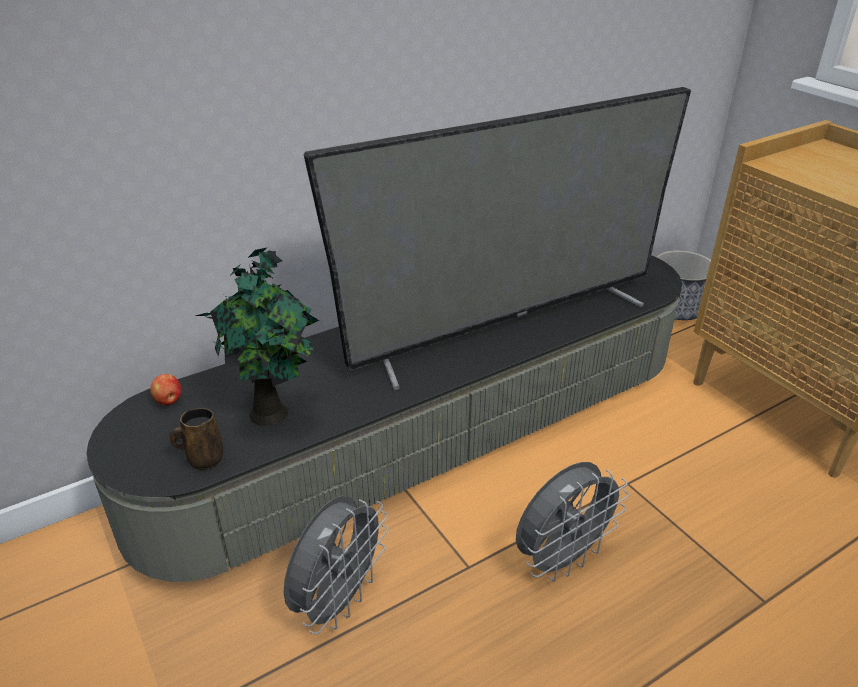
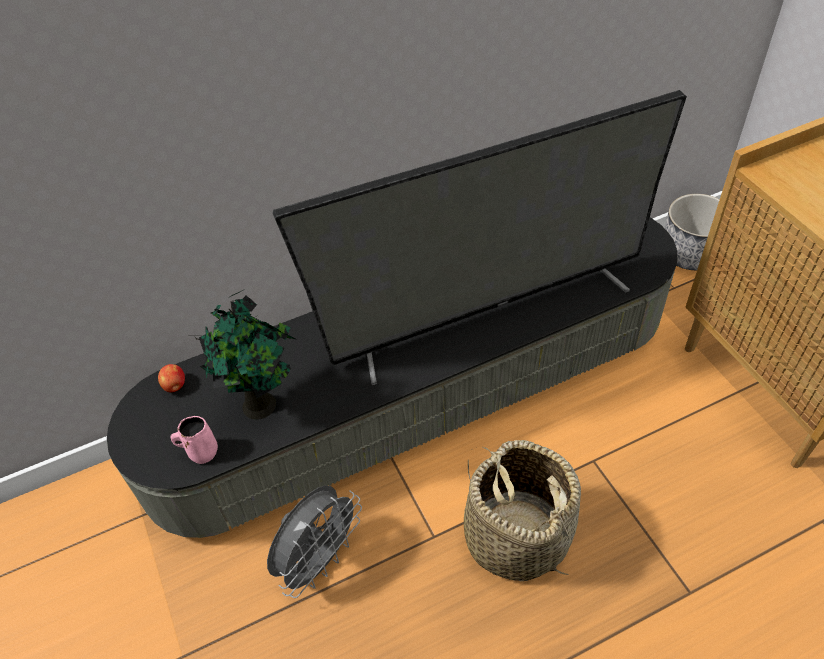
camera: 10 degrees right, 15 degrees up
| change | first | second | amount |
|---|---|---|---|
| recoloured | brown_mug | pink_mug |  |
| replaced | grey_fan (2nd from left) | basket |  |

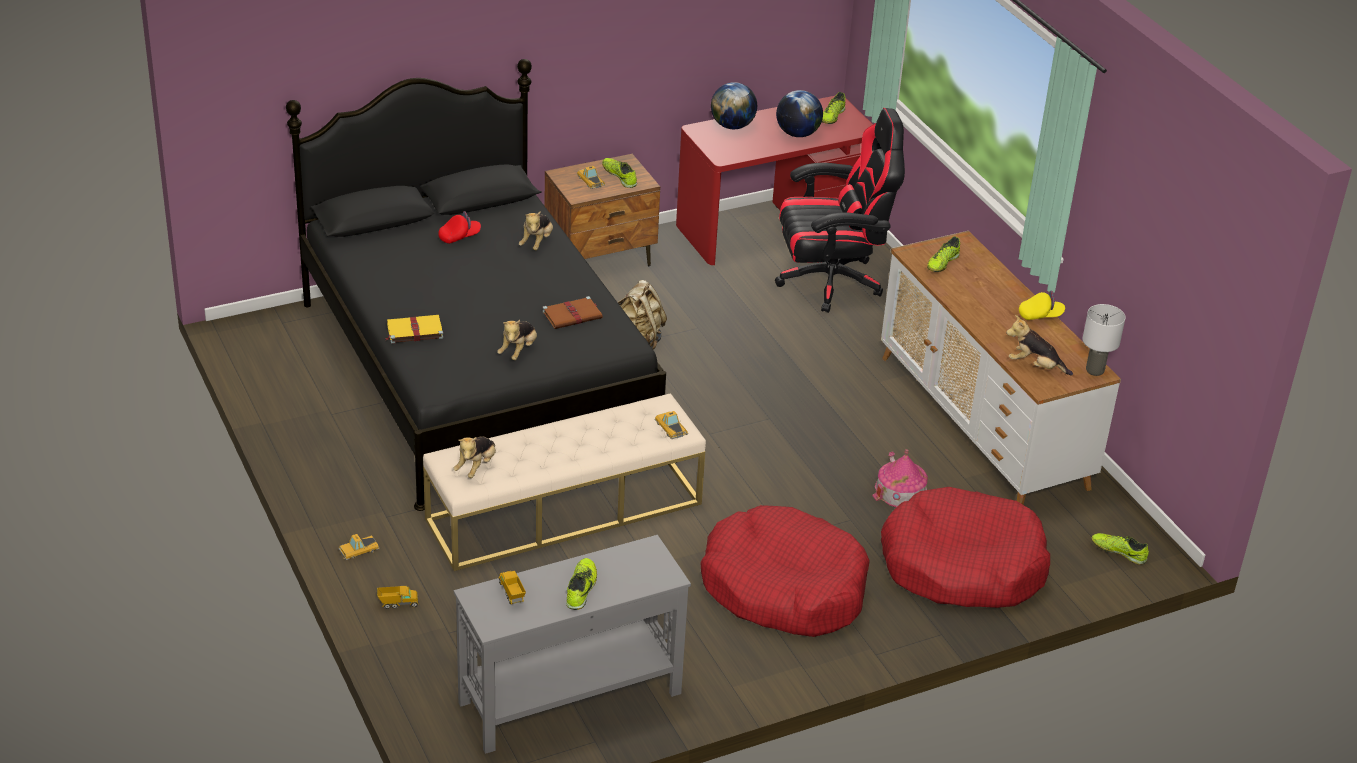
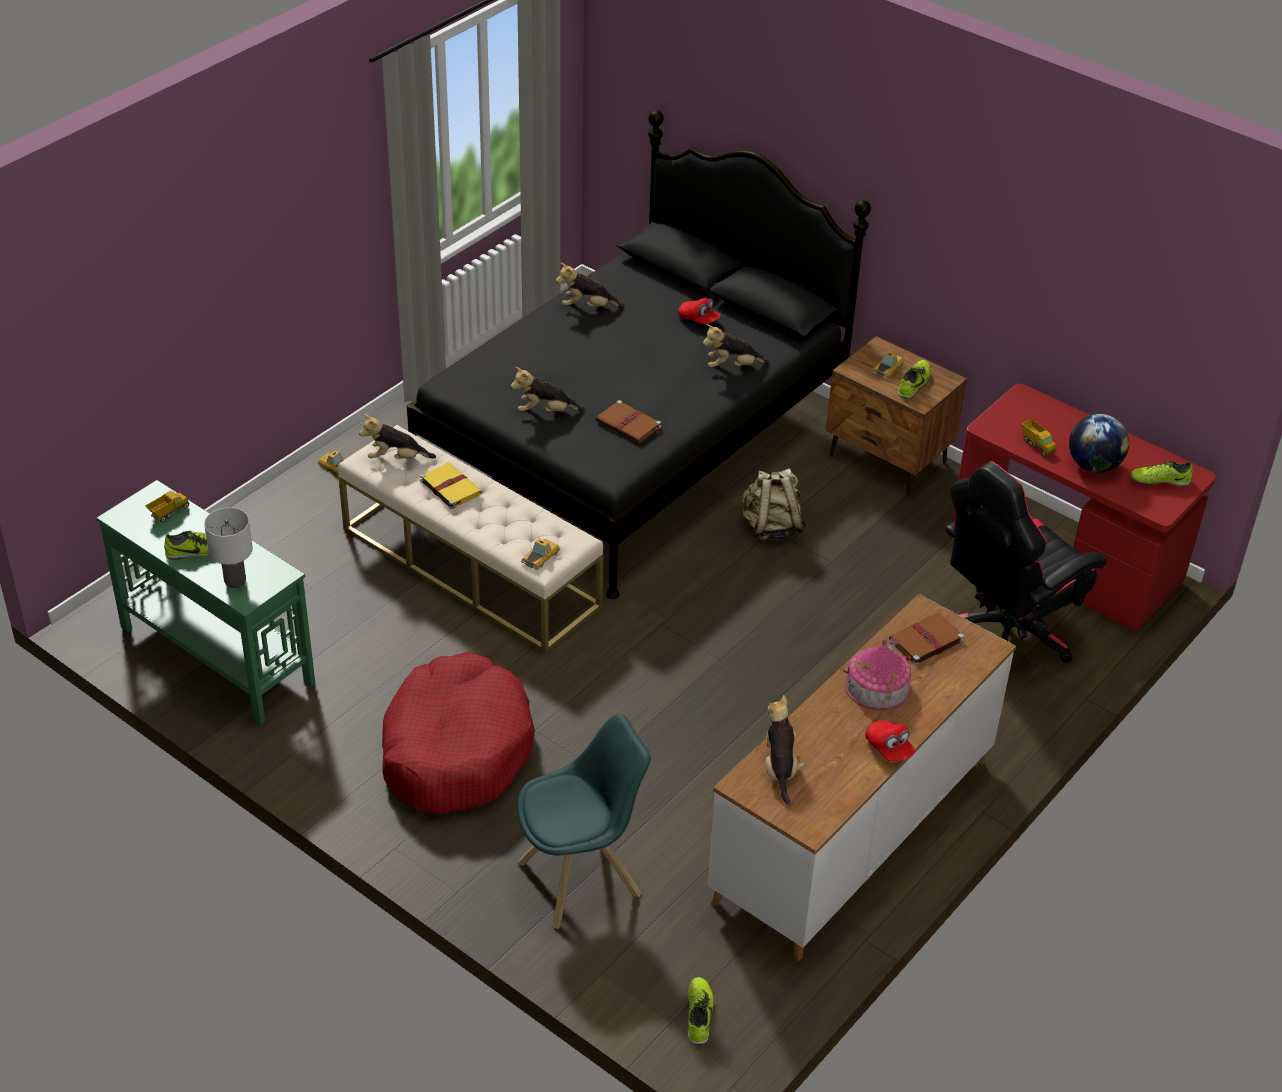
camera: 65 degrees right, 5 degrees up
| change | first | second | amount |
|---|---|---|---|
| recoloured | grey_console_table | green_console_table |  |
| moved | white_table_lamp |  |  |
| moved | yellow_book |  |  |
| replaced | red_dog_bed (2nd from left) | turquoise_chair |  |
| added |  | plush_toy (3rd from left) |  |
| moved | toy_house |  |  |
| recoloured | yellow_cap | red_cap (2nd from left) |  |
| replaced | shoe (4th from left) | brown_book (2nd from left) |  |
| turned | black_office_chair |  | 90 degrees clockwise |
| moved | toy_truck (1st from left in the first image) | toy_truck (2nd from left) |  |
| removed | globe (1st from left) |  |  |

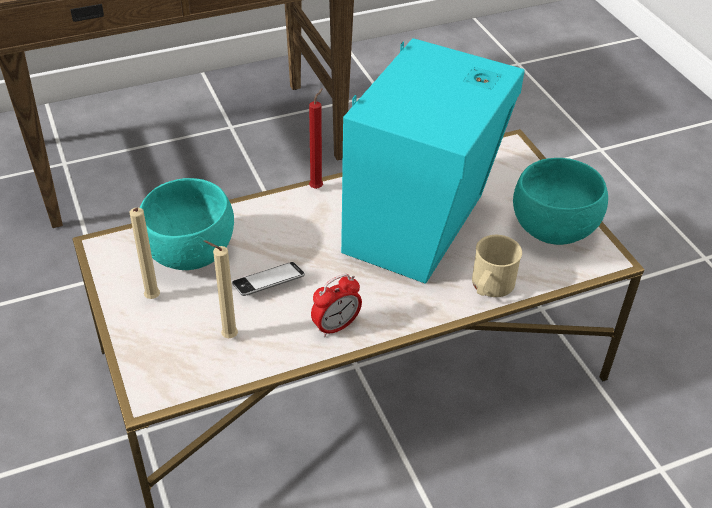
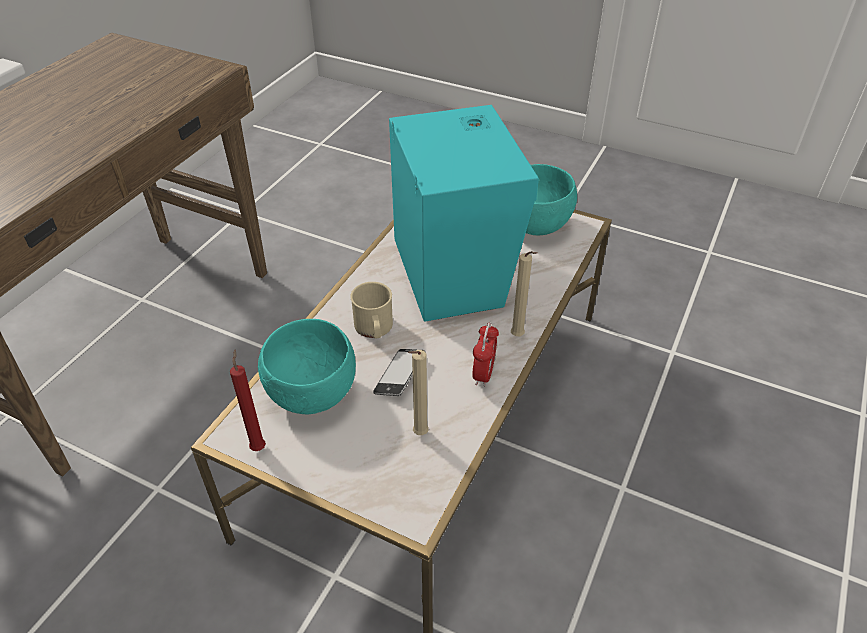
camera: 40 degrees left, 0 degrees up
| change | first | second | amount |
|---|---|---|---|
| moved | red_candle |  |  |
| moved | beige_mug |  |  |
| moved | beige_candle (1st from left in the first image) | beige_candle (2nd from left) |  |

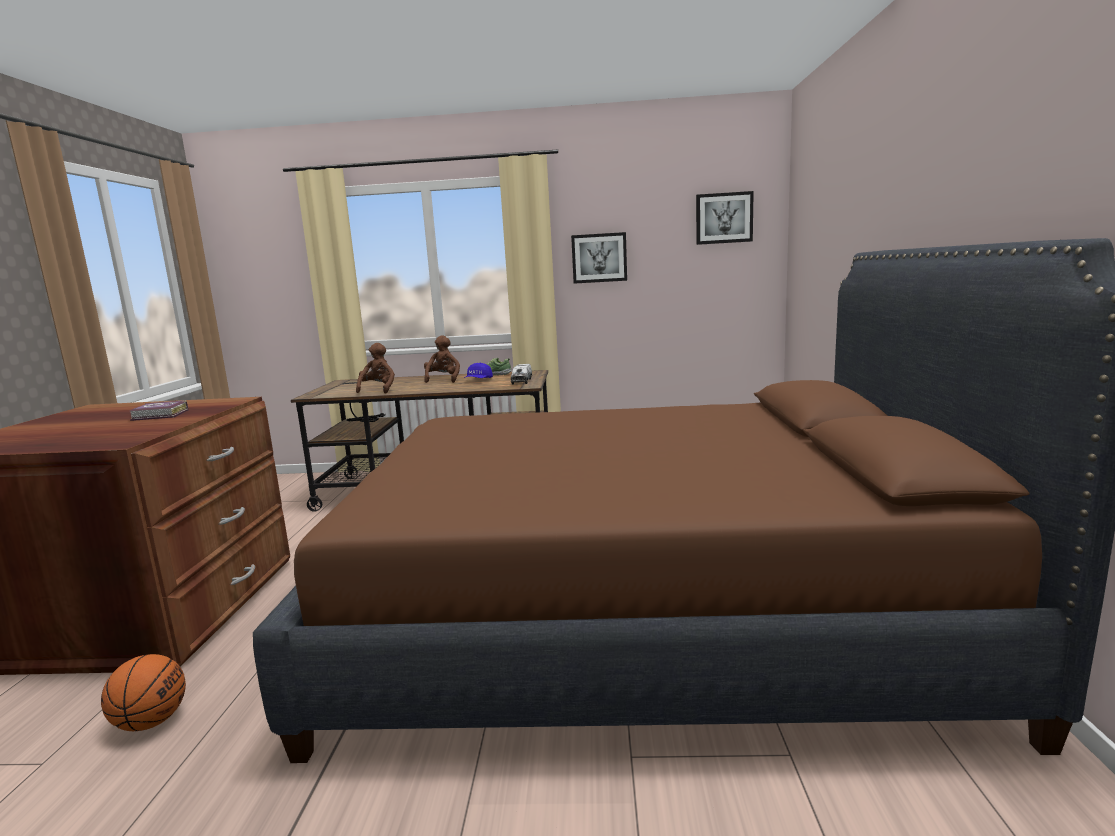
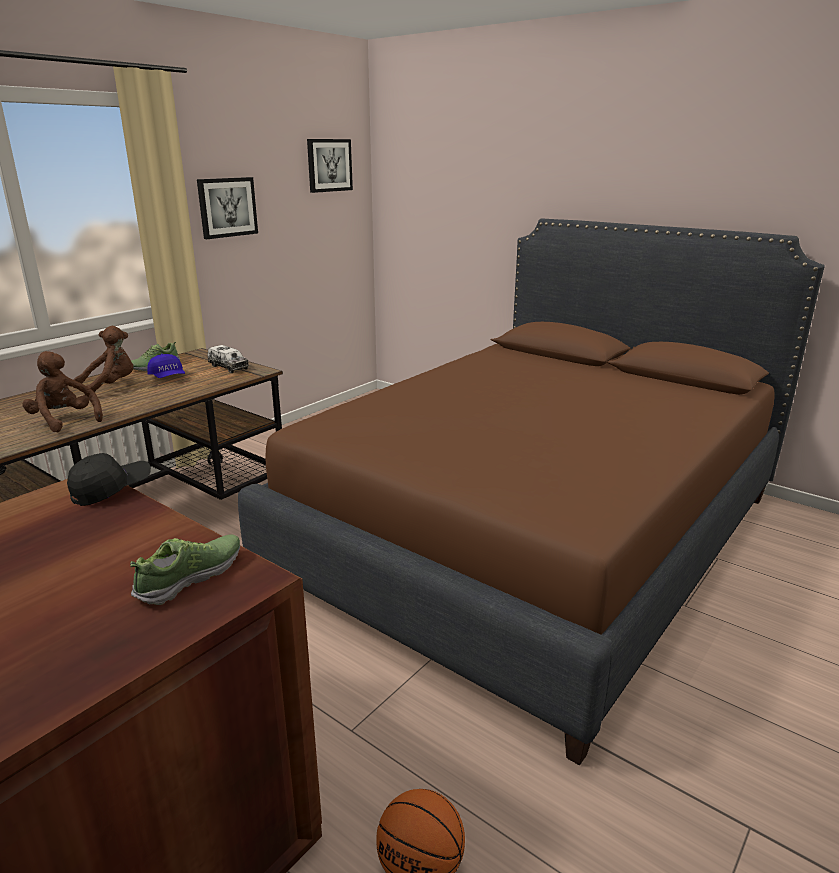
camera: 55 degrees left, 10 degrees up
| change | first | second | amount |
|---|---|---|---|
| added |  | black_cap |  |
| turned | brown_plush_toy (2nd from left) |  | 105 degrees clockwise |
| added |  | shoe (2nd from left) |  |
| removed | book |  |  |

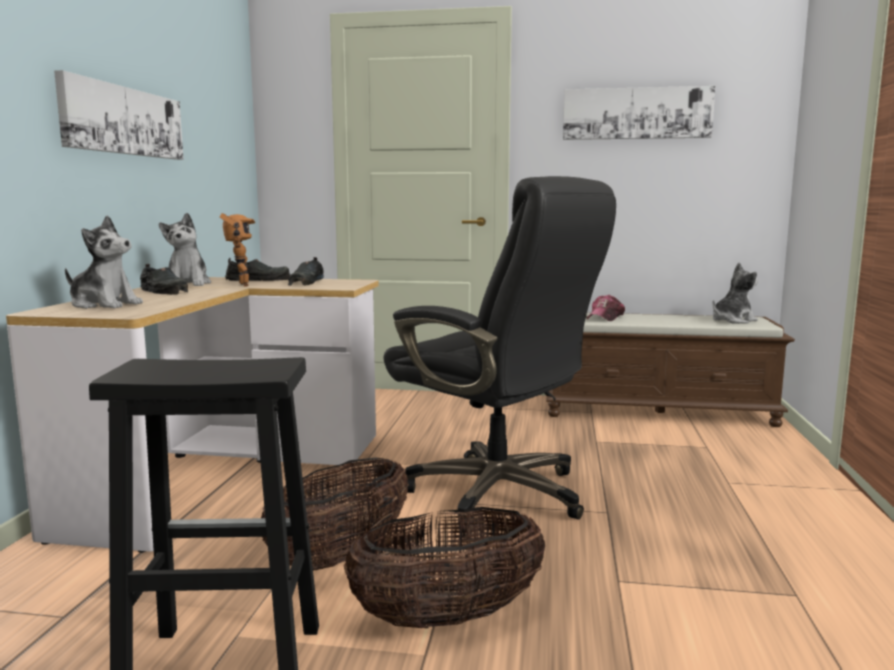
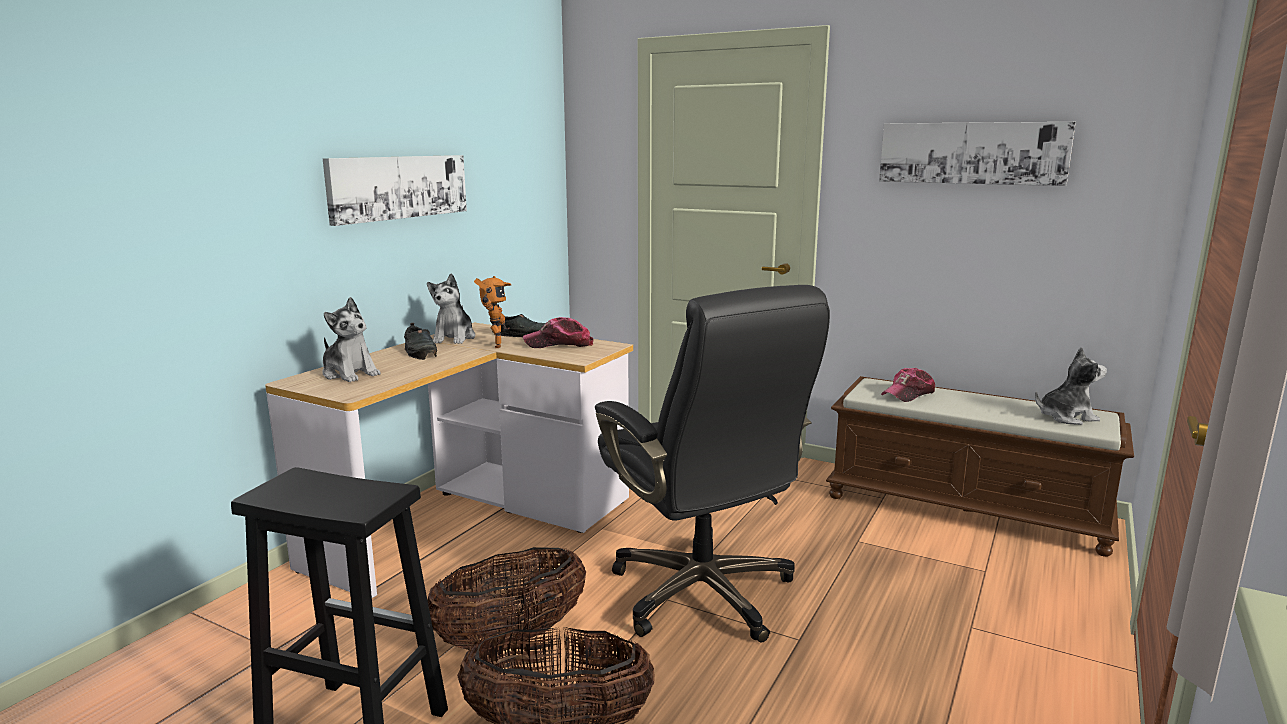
camera: 20 degrees right, 5 degrees up
| change | first | second | amount |
|---|---|---|---|
| replaced | black_shoe (3rd from left) | cap (1st from left) |  |

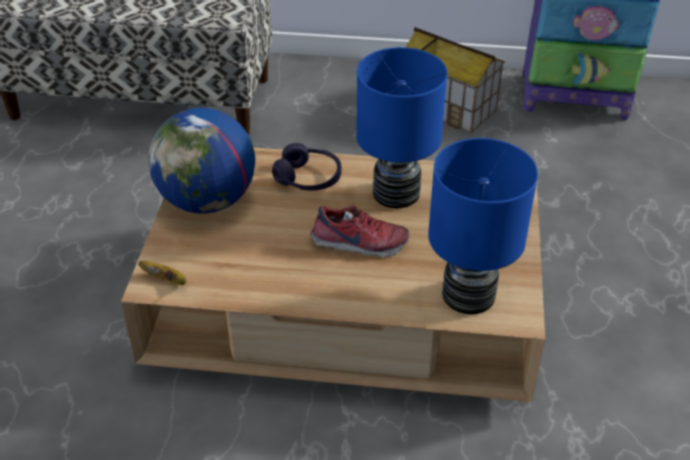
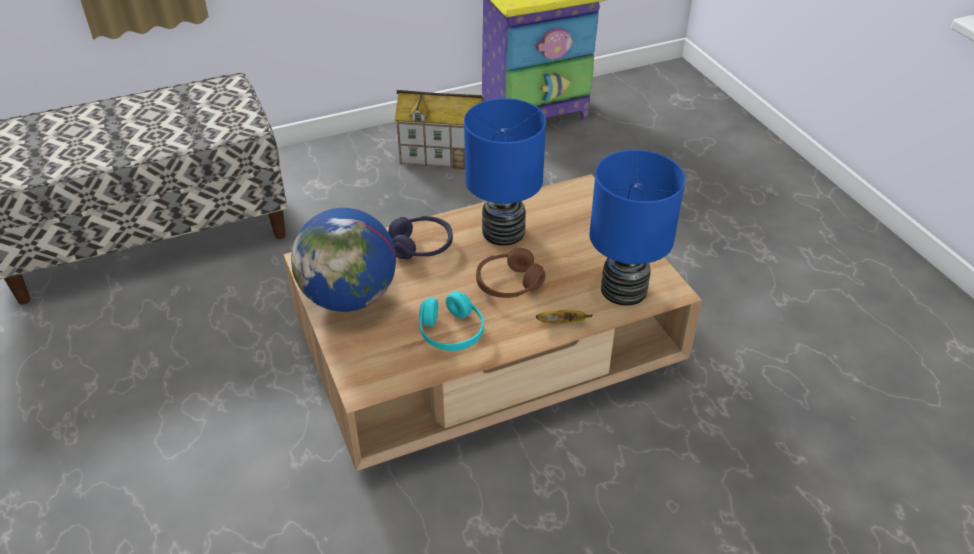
camera: 30 degrees left, 0 degrees up
| change | first | second | amount |
|---|---|---|---|
| added |  | turquoise_headphones |  |
| replaced | shoe | brown_headphones |  |
| moved | banana |  |  |

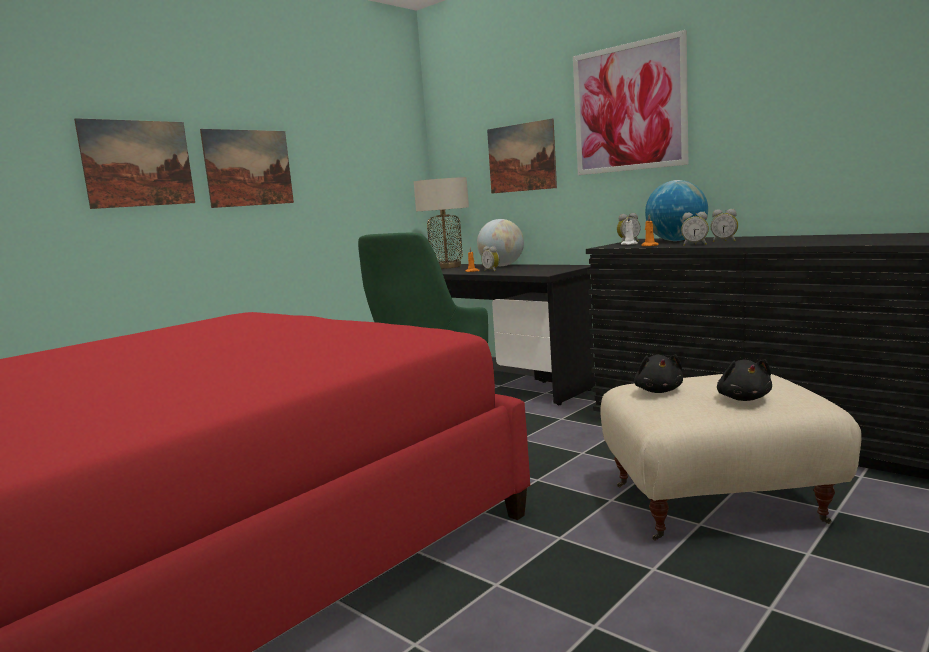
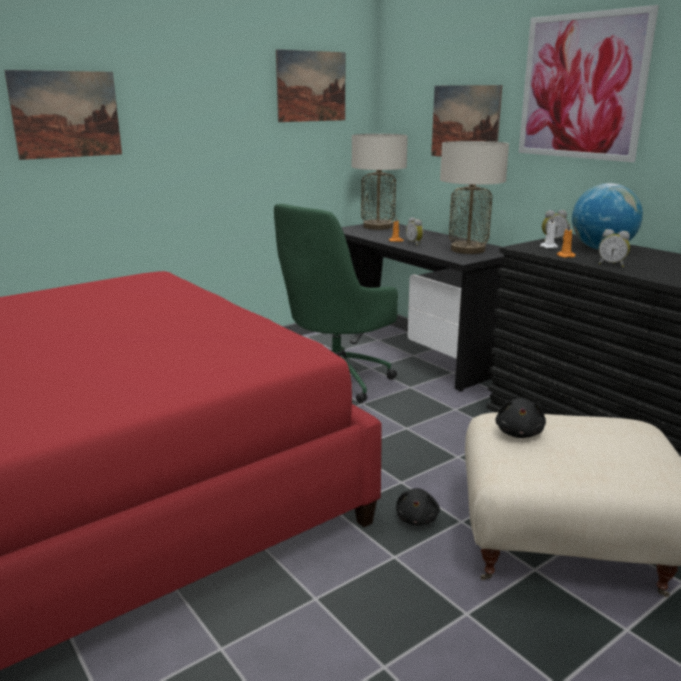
camera: 10 degrees right, 10 degrees up
| change | first | second | amount |
|---|---|---|---|
| moved | picture (2nd from left) |  |  |
| moved | black_plush_toy (2nd from left in the first image) | black_plush_toy (1st from left) |  |
| added |  | table_lamp (2nd from left) |  |
| removed | globe (1st from left) |  |  |
| removed | alarm_clock (4th from left) |  |  |

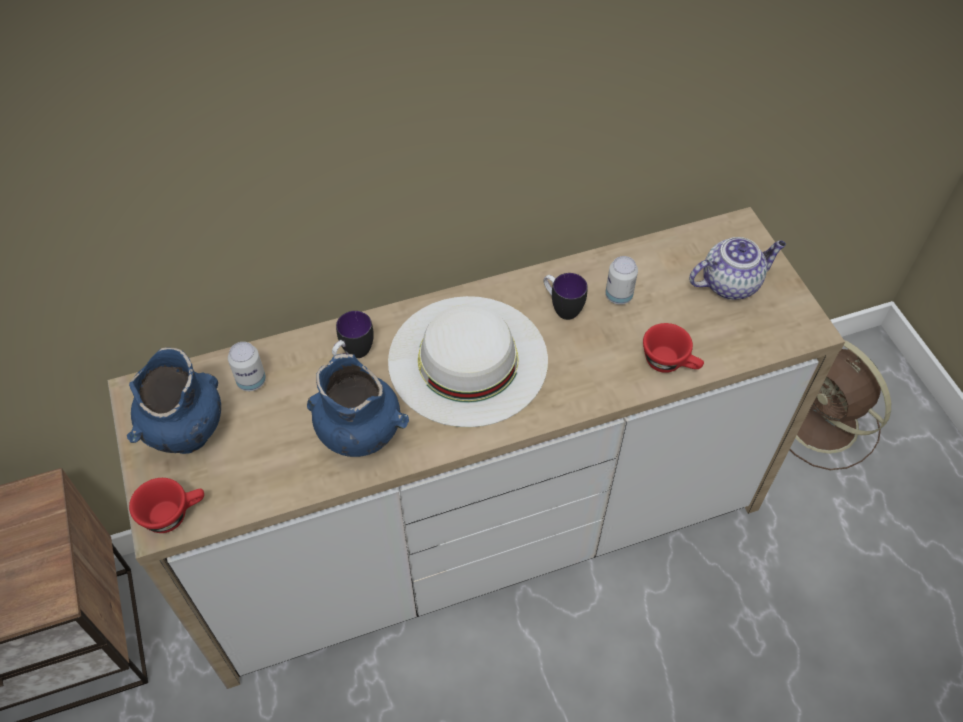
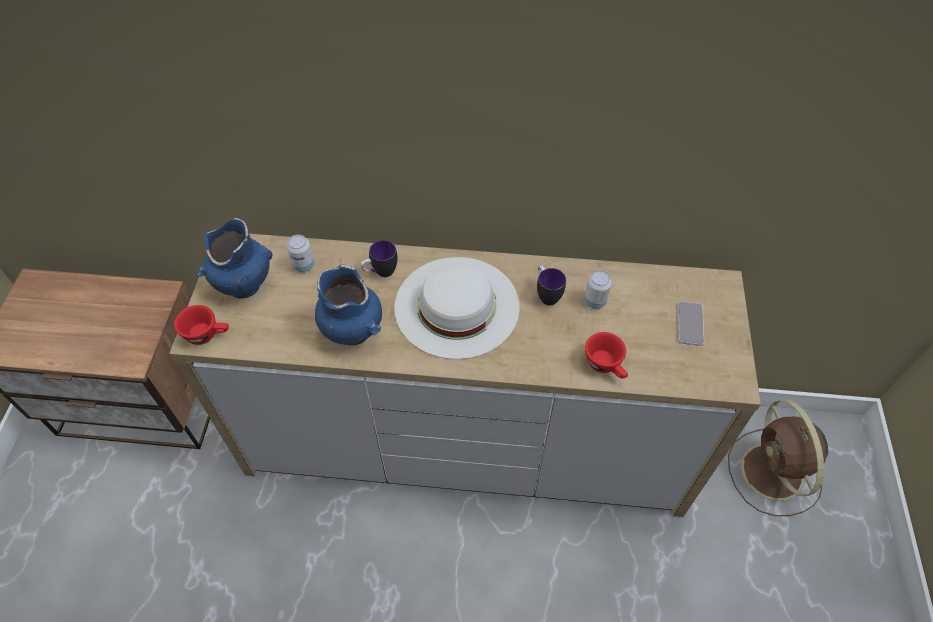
camera: 25 degrees right, 0 degrees up
| change | first | second | amount |
|---|---|---|---|
| replaced | teapot | phone |  |

